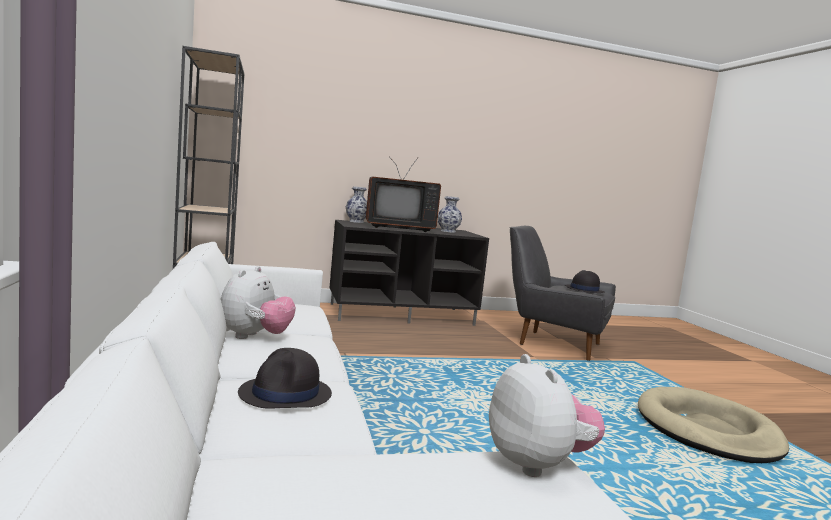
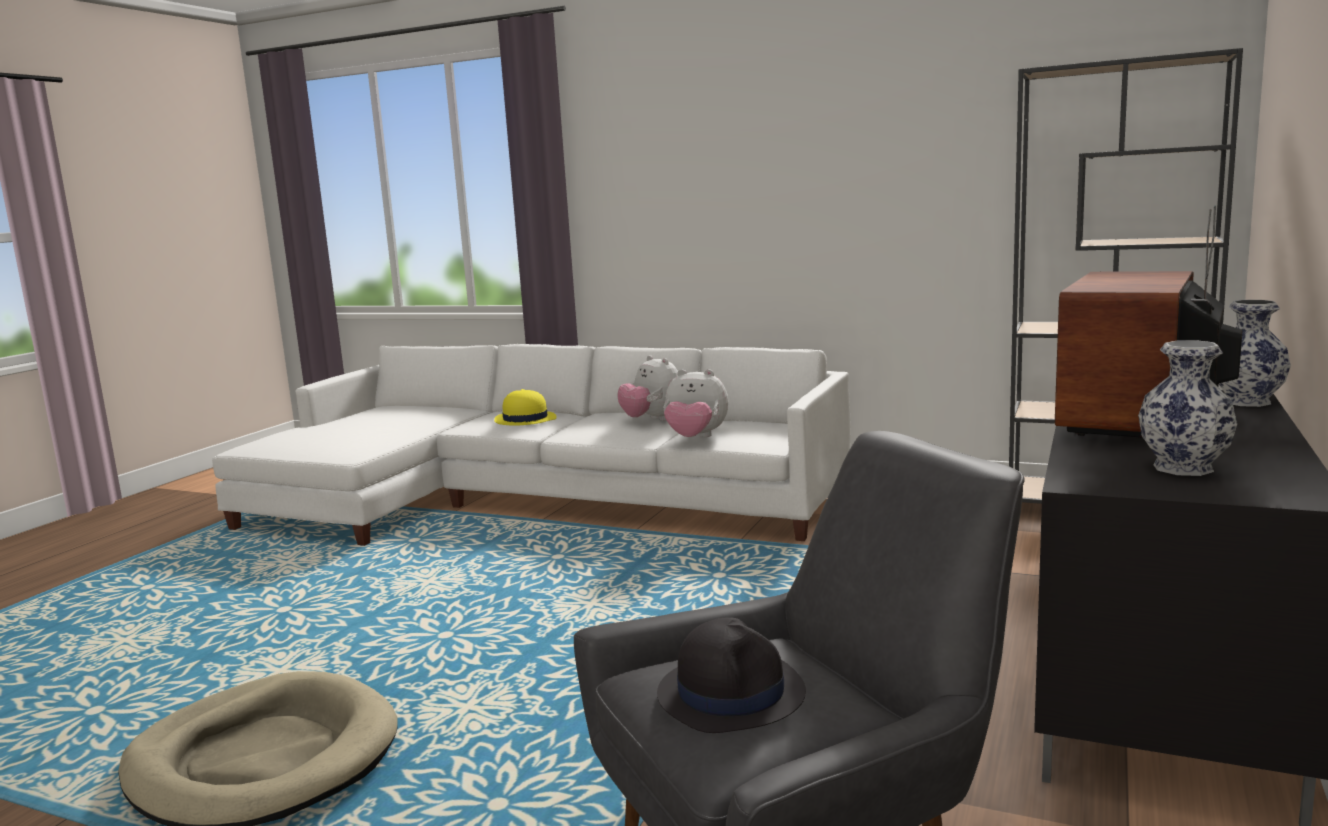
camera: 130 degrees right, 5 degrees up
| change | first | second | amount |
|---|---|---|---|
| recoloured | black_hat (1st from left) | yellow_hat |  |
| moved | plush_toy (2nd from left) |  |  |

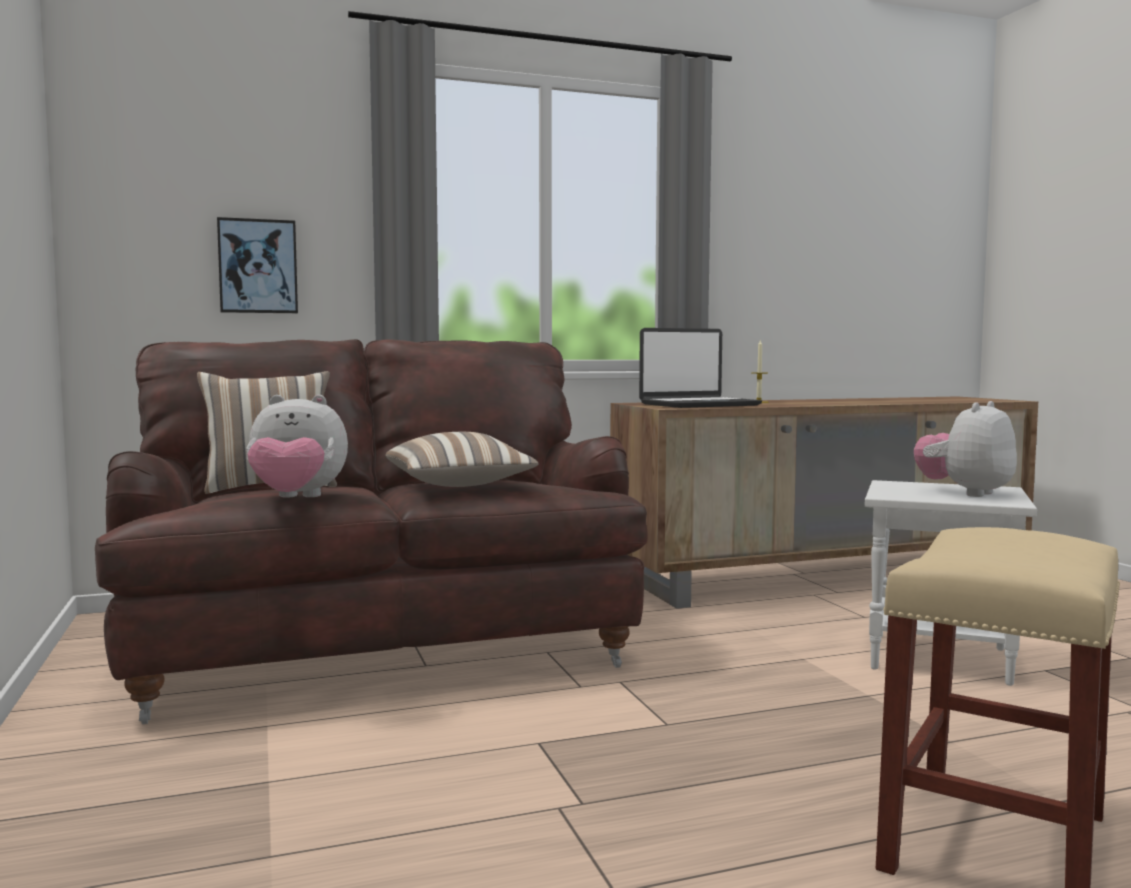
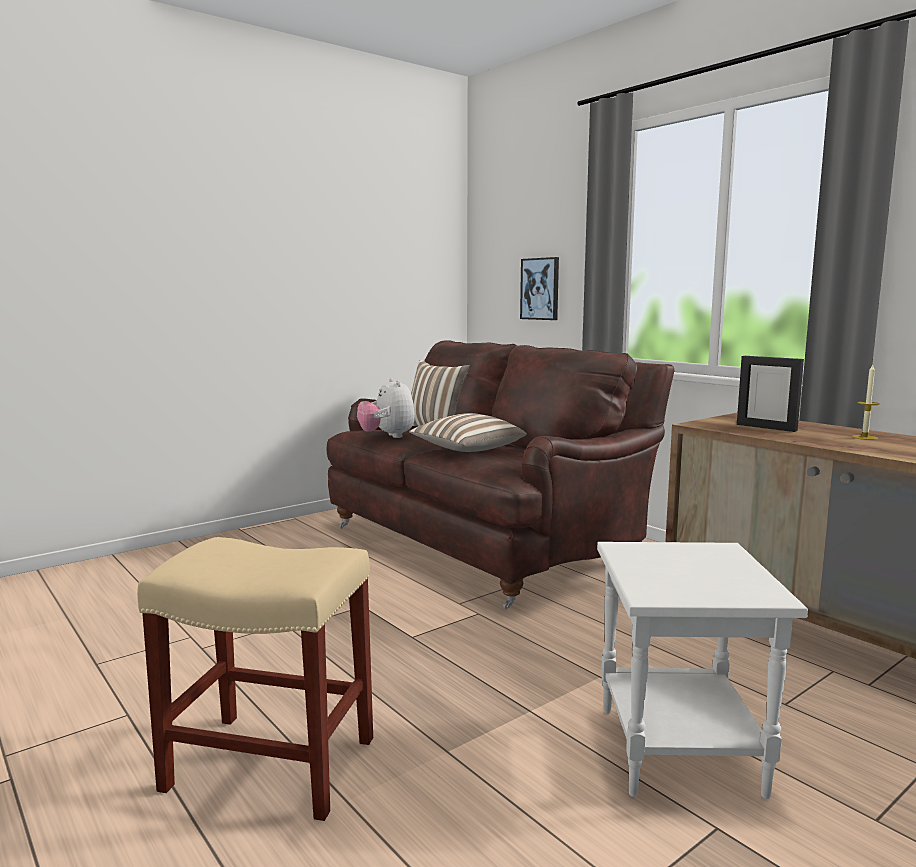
camera: 70 degrees right, 5 degrees up
| change | first | second | amount |
|---|---|---|---|
| replaced | laptop | picture_frame |  |
| removed | plush_toy (2nd from left) |  |  |

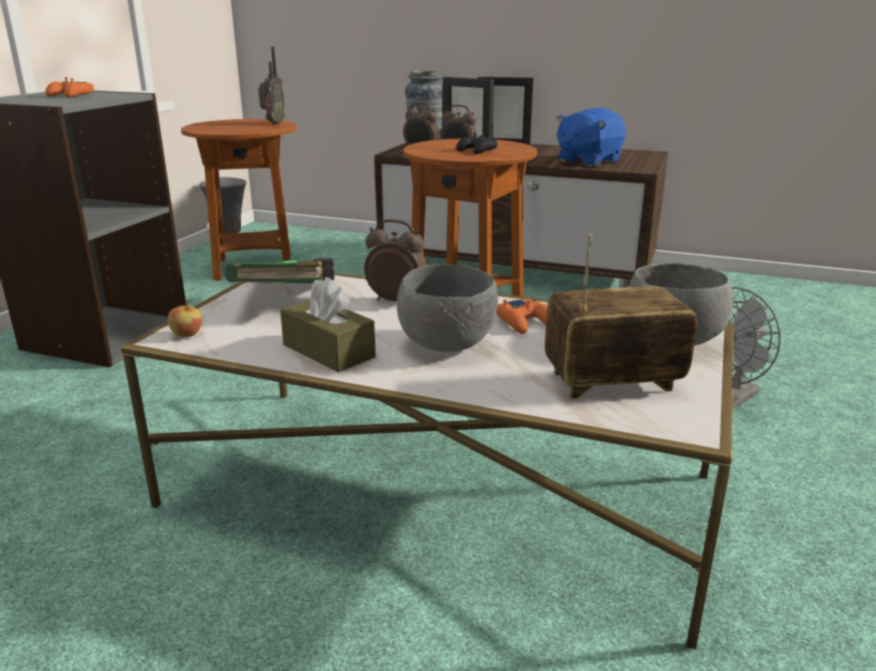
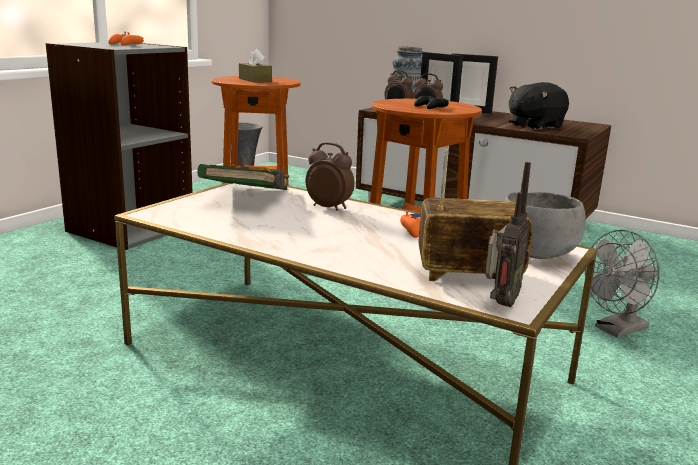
camera: 10 degrees right, 5 degrees down
| change | first | second | amount |
|---|---|---|---|
| moved | brown_tissue_box |  |  |
| moved | radio (1st from left in the first image) | radio (2nd from left) |  |
| recoloured | blue_plush_toy | black_plush_toy |  |
| removed | apple |  |  |
| removed | grey_bowl (1st from left) |  |  |

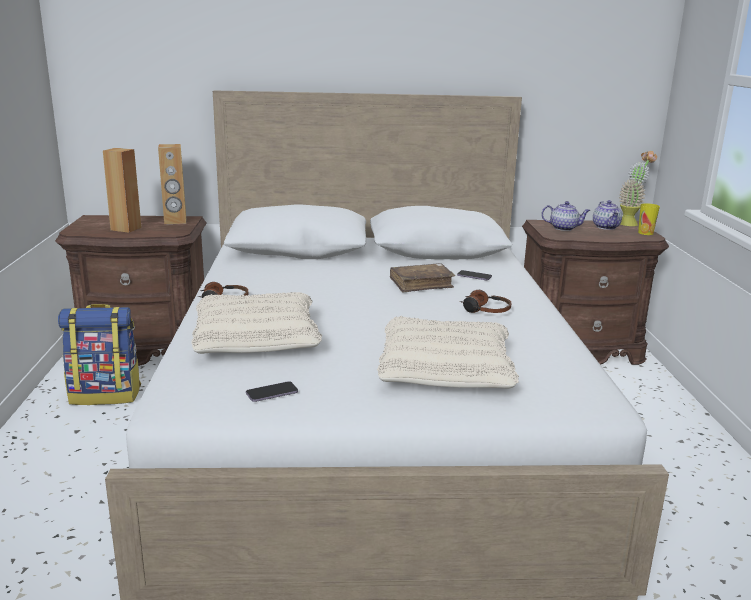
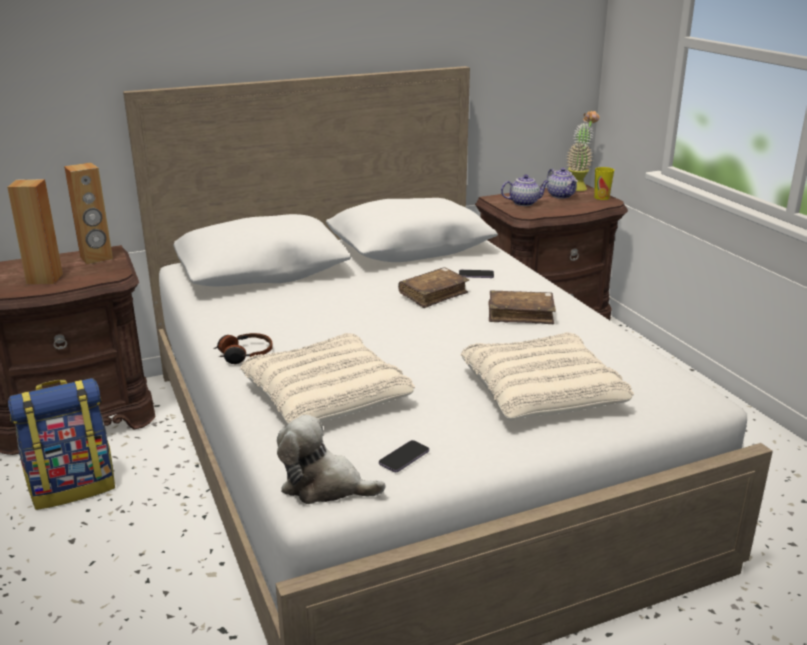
camera: 20 degrees left, 5 degrees up
| change | first | second | amount |
|---|---|---|---|
| added |  | plush_toy |  |
| replaced | headphones (2nd from left) | brown_book (2nd from left) |  |

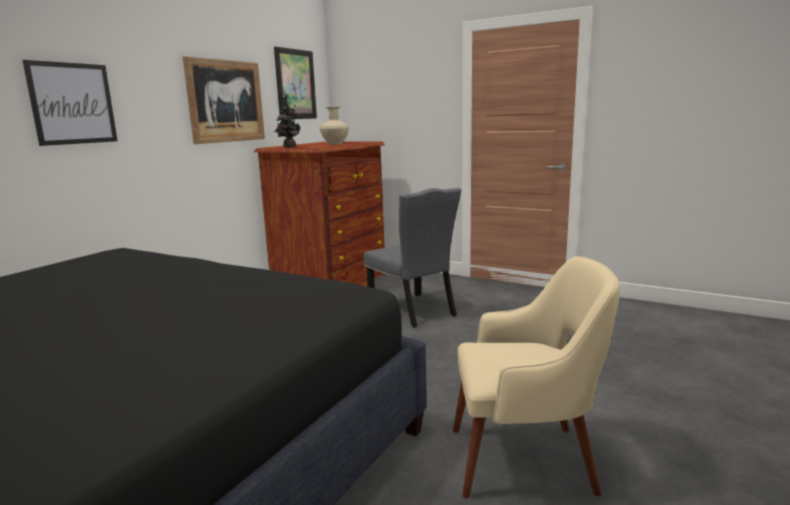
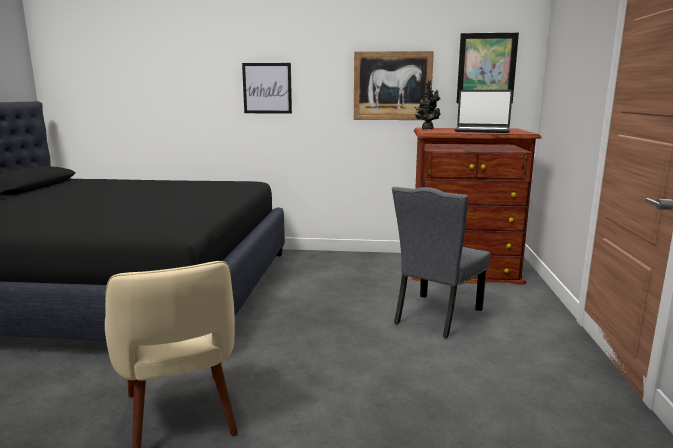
camera: 65 degrees right, 0 degrees up
| change | first | second | amount |
|---|---|---|---|
| replaced | beige_vase | laptop |  |

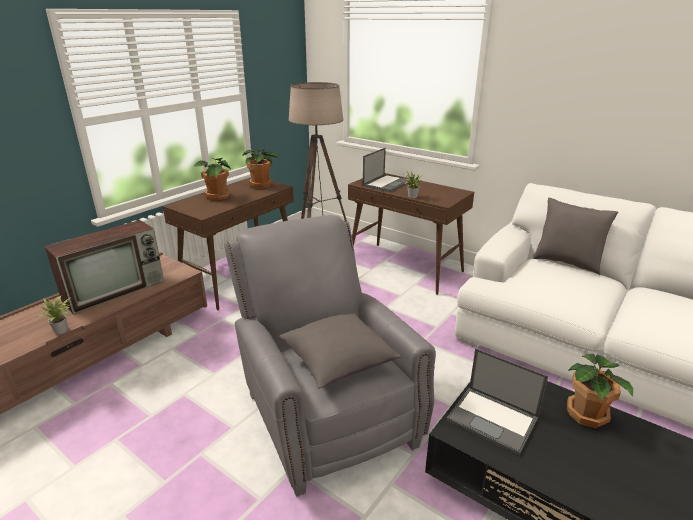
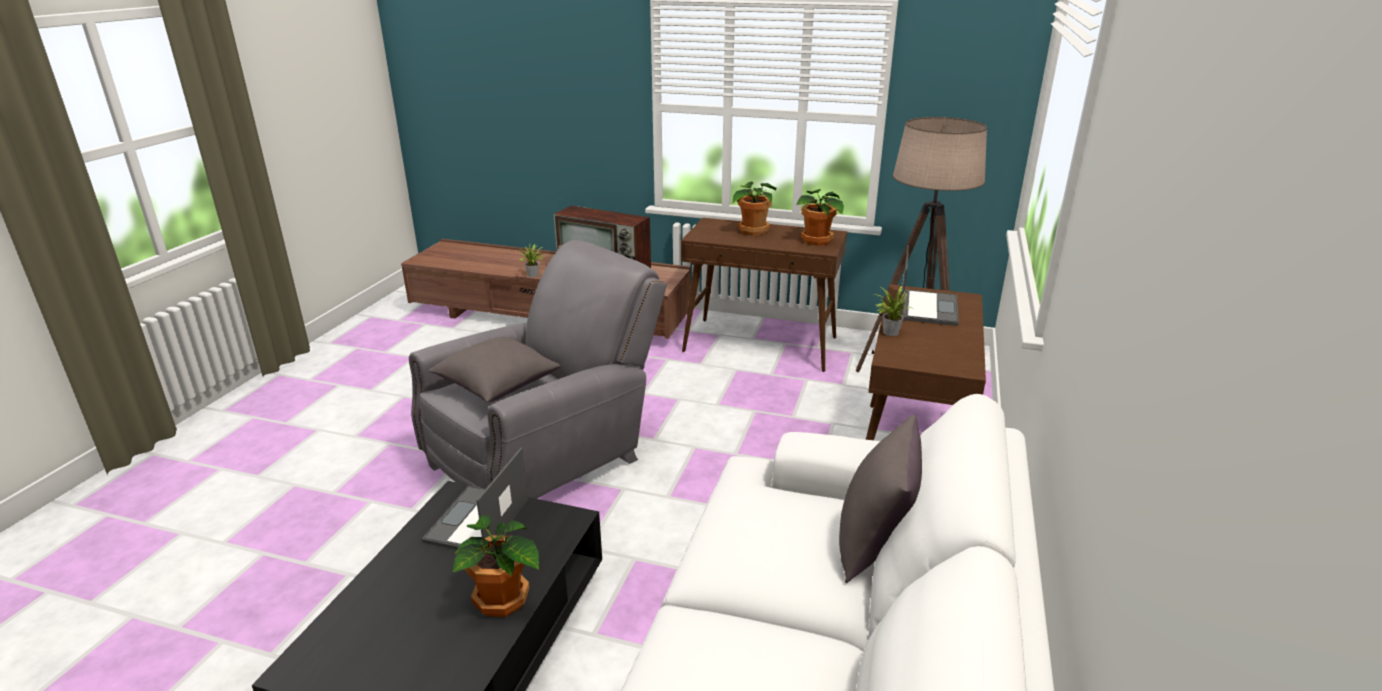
camera: 70 degrees right, 0 degrees up
| change | first | second | amount |
|---|---|---|---|
| turned | laptop (1st from left in the first image) | laptop (2nd from left) | 90 degrees counterclockwise |

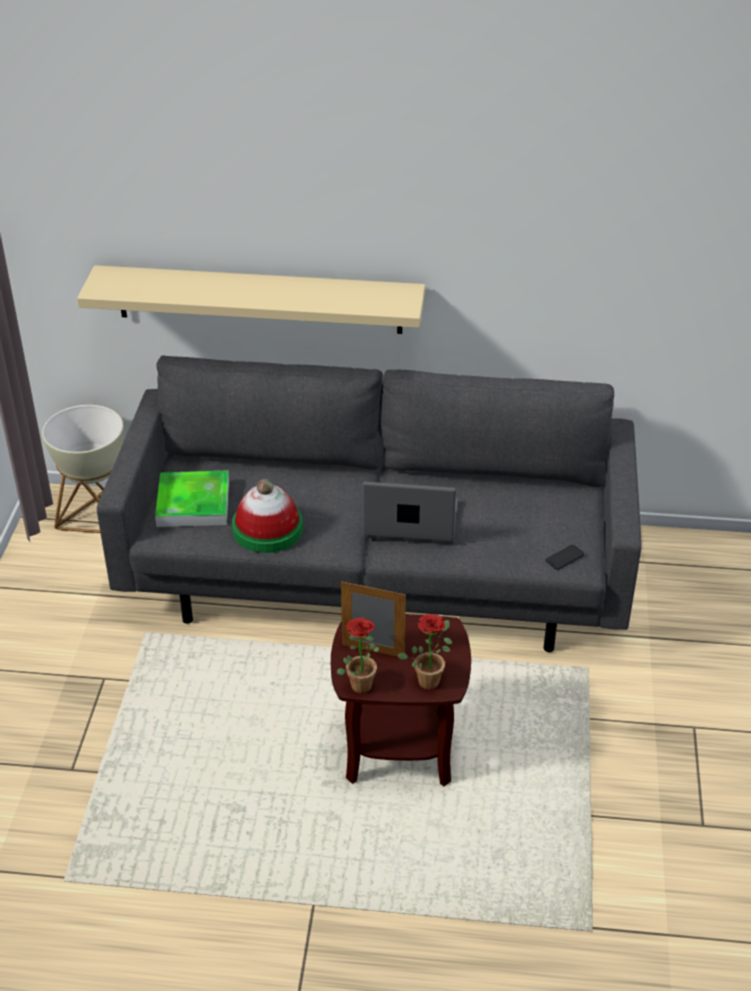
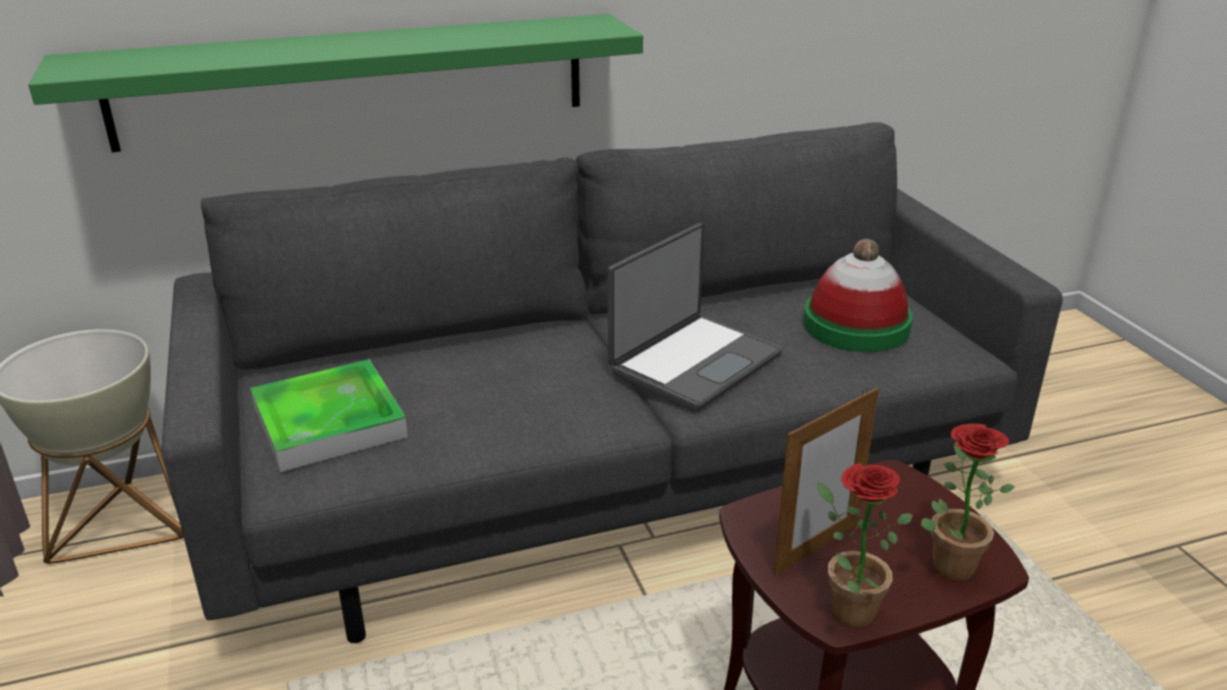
camera: 25 degrees left, 10 degrees down
| change | first | second | amount |
|---|---|---|---|
| recoloured | beige_shelf | green_shelf |  |
| turned | laptop |  | 150 degrees clockwise |
| turned | picture_frame |  | 150 degrees clockwise |
| moved | hat |  |  |
| removed | phone |  |  |

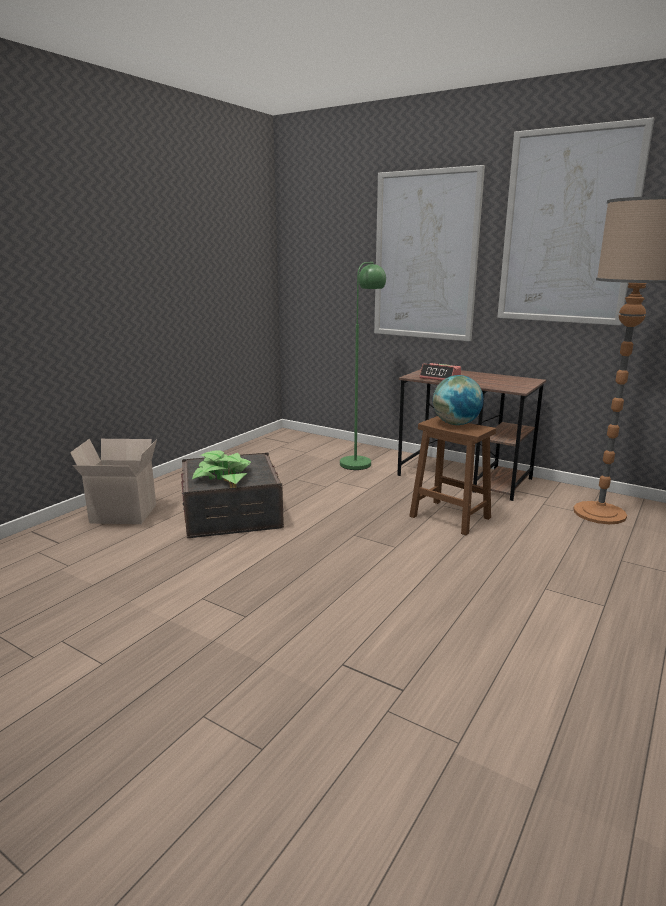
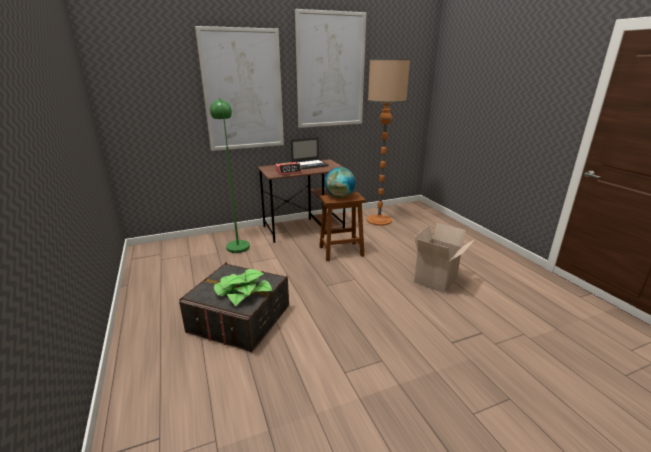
camera: 55 degrees left, 5 degrees up
| change | first | second | amount |
|---|---|---|---|
| added |  | laptop |  |
| moved | cardboard_box |  |  |

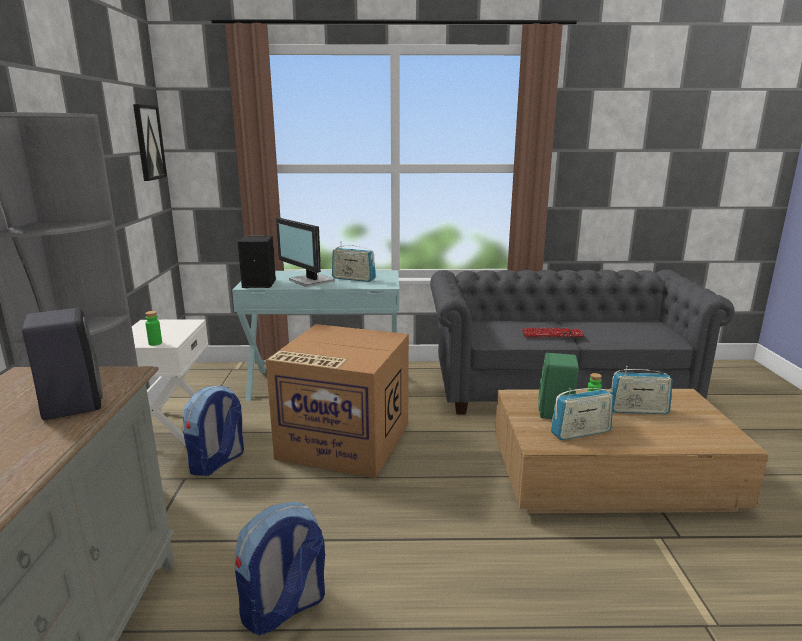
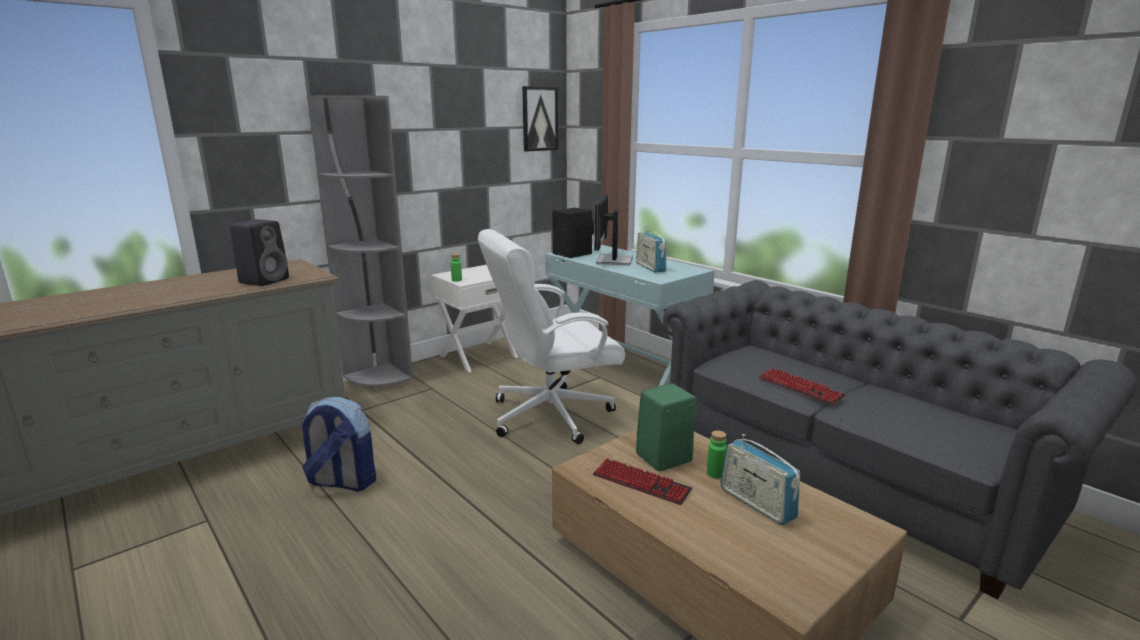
camera: 50 degrees right, 0 degrees up
| change | first | second | amount |
|---|---|---|---|
| replaced | cardboard_box | white_office_chair |  |
| replaced | radio (2nd from left) | keyboard (1st from left) |  |
| removed | backpack (1st from left) |  |  |

